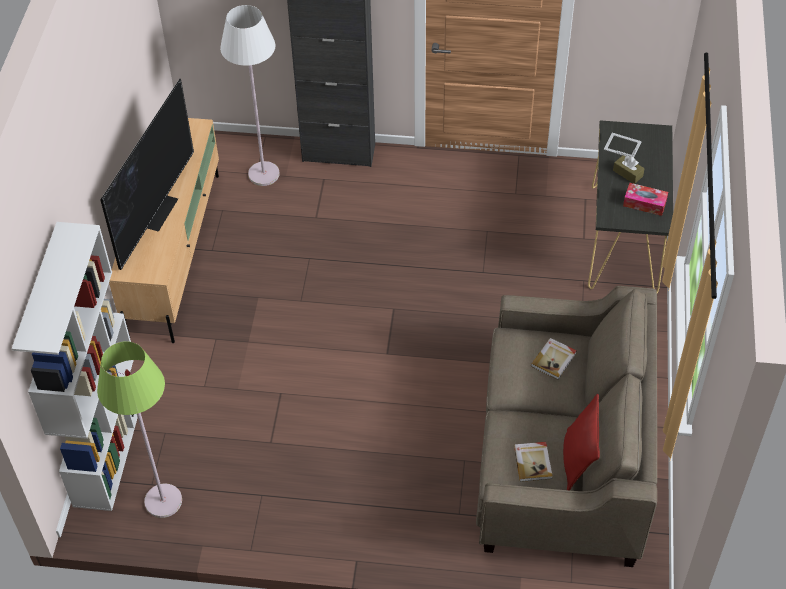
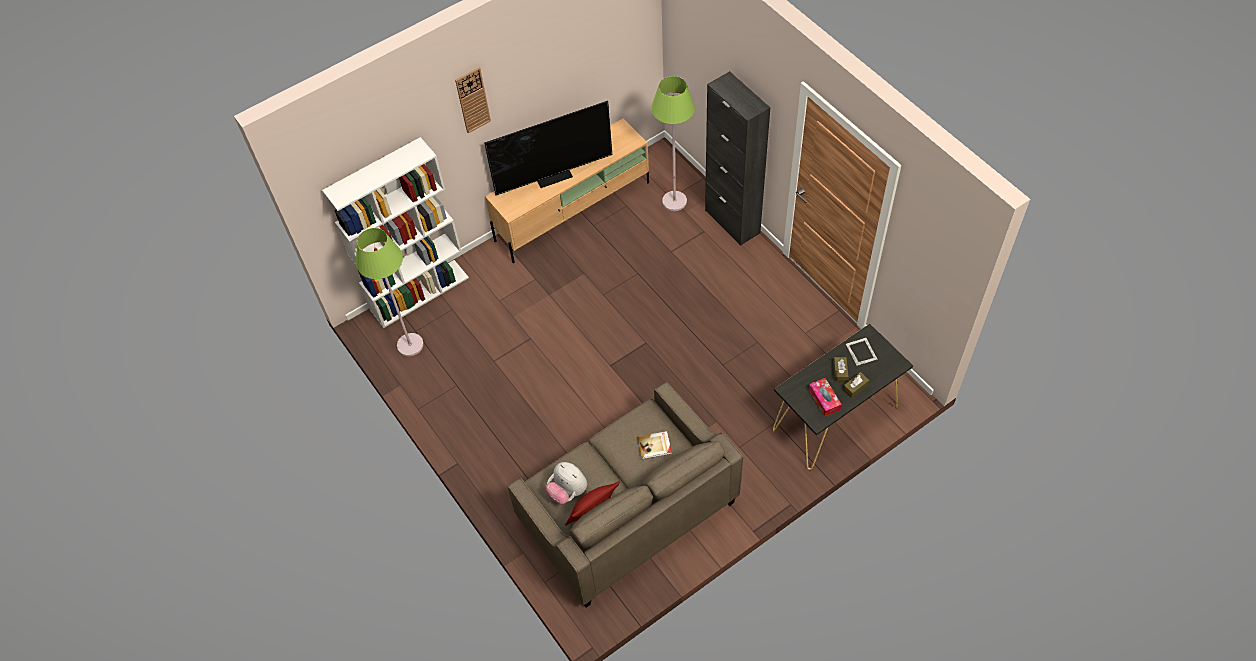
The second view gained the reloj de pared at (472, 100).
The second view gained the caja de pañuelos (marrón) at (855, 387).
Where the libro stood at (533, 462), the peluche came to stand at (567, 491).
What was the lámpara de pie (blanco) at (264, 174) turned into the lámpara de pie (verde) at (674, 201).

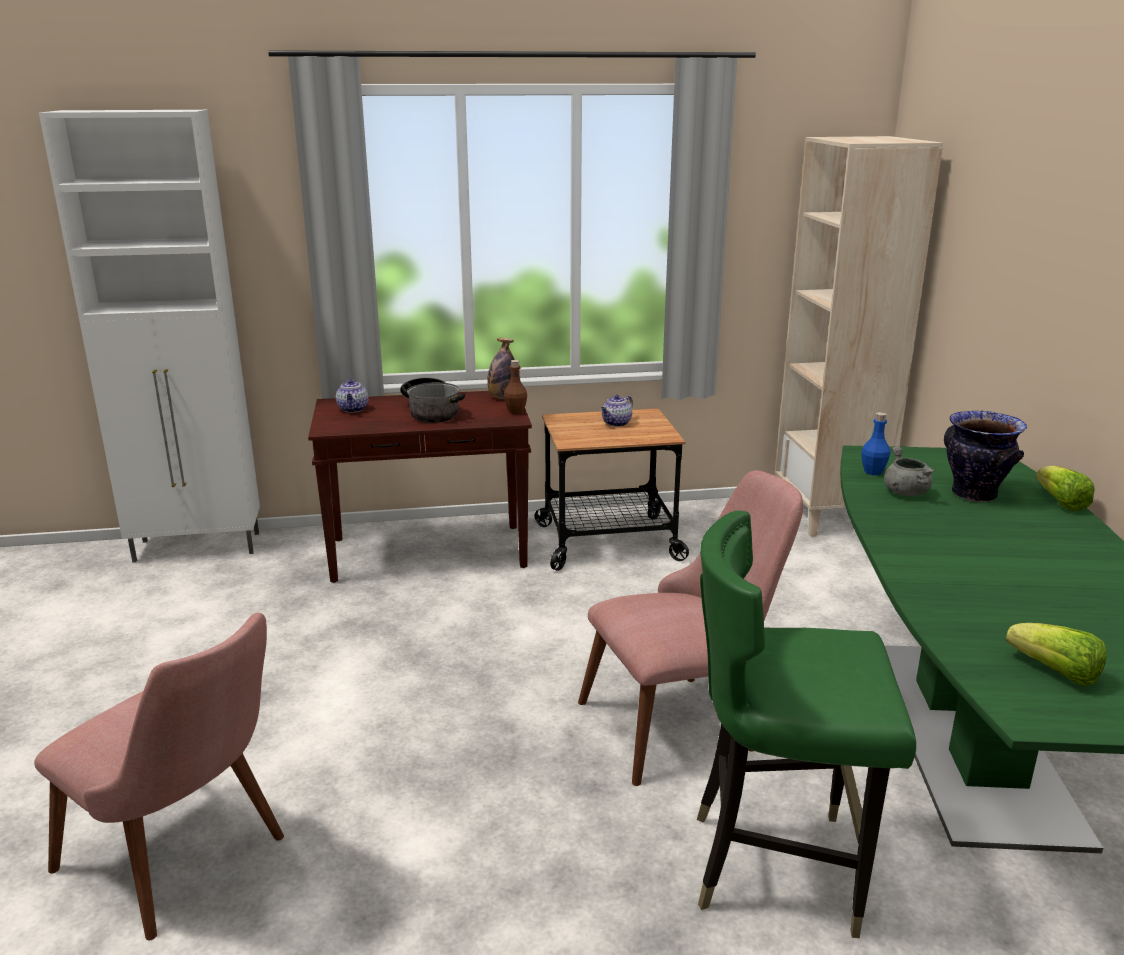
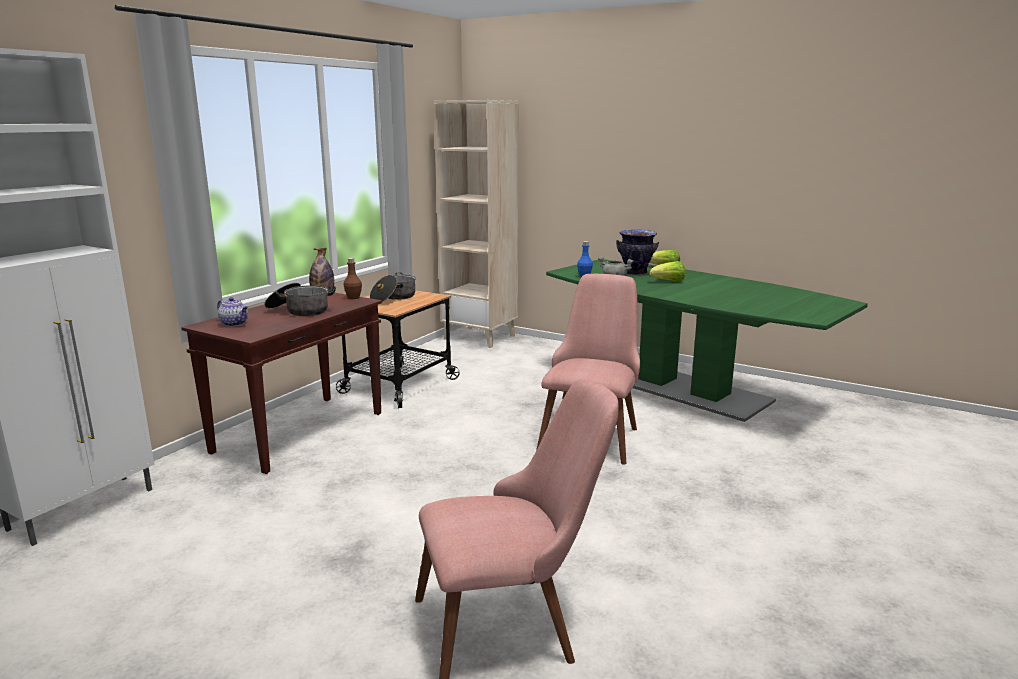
The second view lost the silla (verde) at (777, 866).
The lechuga ended up elsewhere, having gone from (1055, 673) to (668, 282).
Where the tetera stood at (616, 423), the olla came to stand at (393, 298).

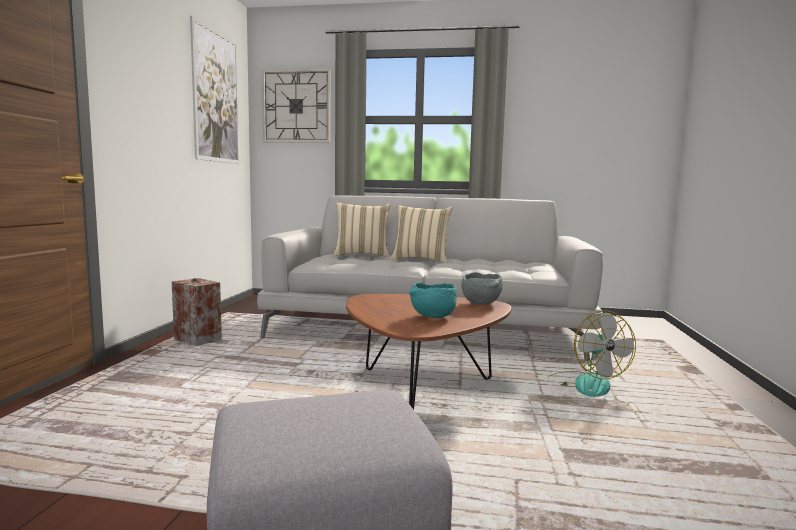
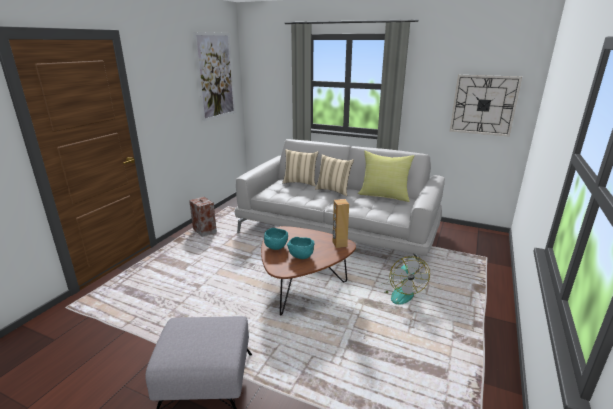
The second view gained the cuenco (turquesa) at (276, 247).
The second view gained the cojín (amarillo) at (384, 195).
The reloj de pared ended up elsewhere, having gone from (296, 106) to (483, 105).
Where the cuenco (gris) stood at (482, 304), the altavoz (marrón) came to stand at (339, 244).

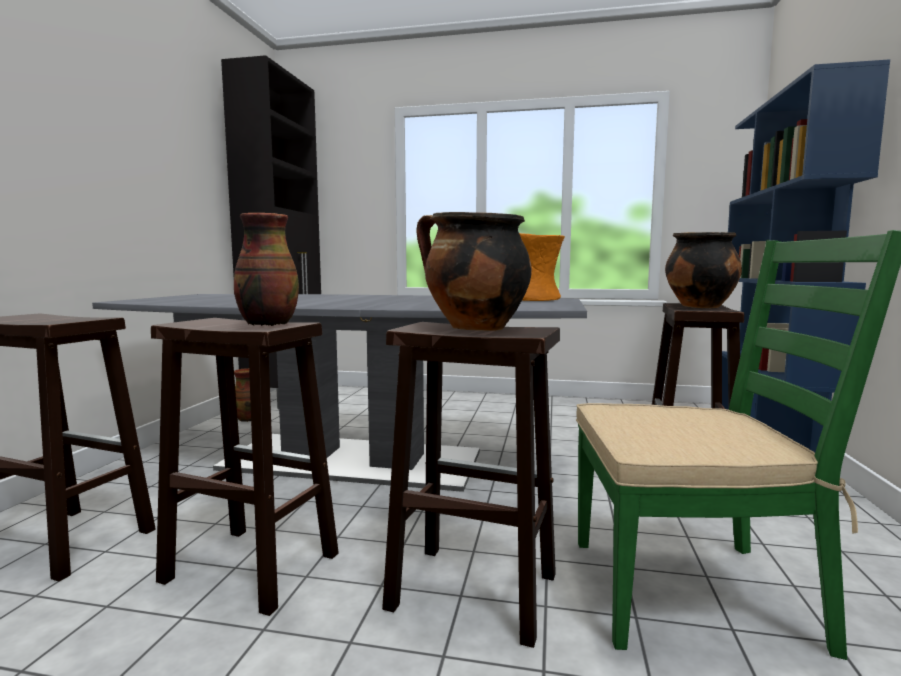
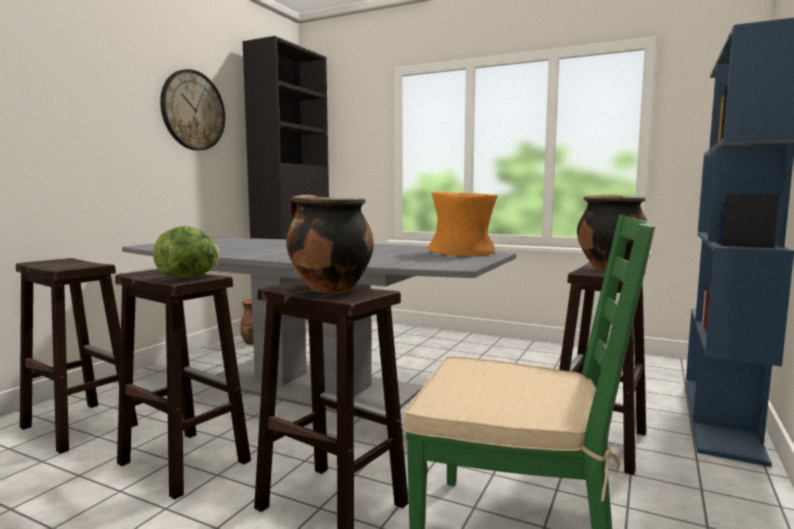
The second view gained the reloj de pared at (193, 110).
Where the florero stood at (267, 324), the lechuga came to stand at (190, 277).

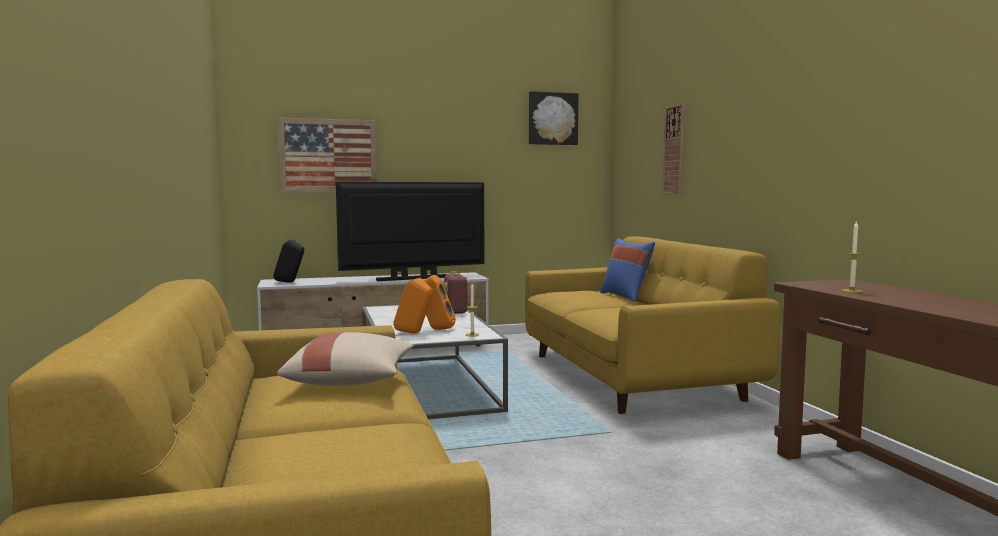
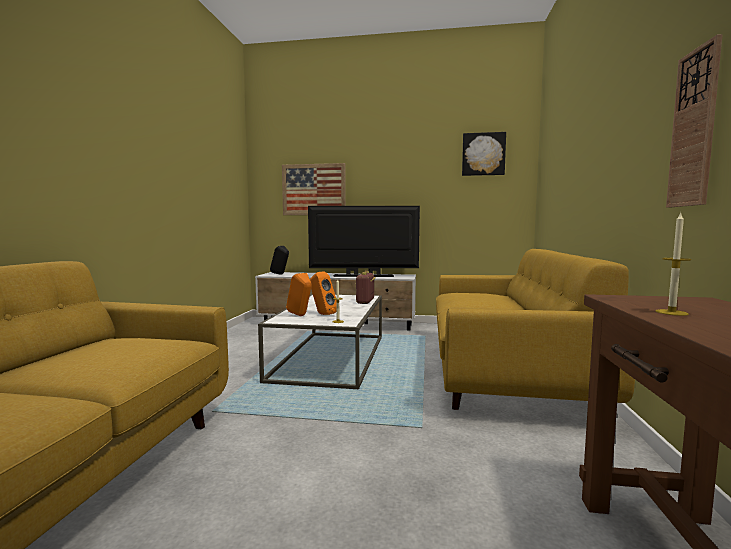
The second view lost the cojín (beis) at (351, 381).
The second view lost the cojín (azul) at (626, 296).
The reloj de pared ended up elsewhere, having gone from (674, 150) to (694, 128).

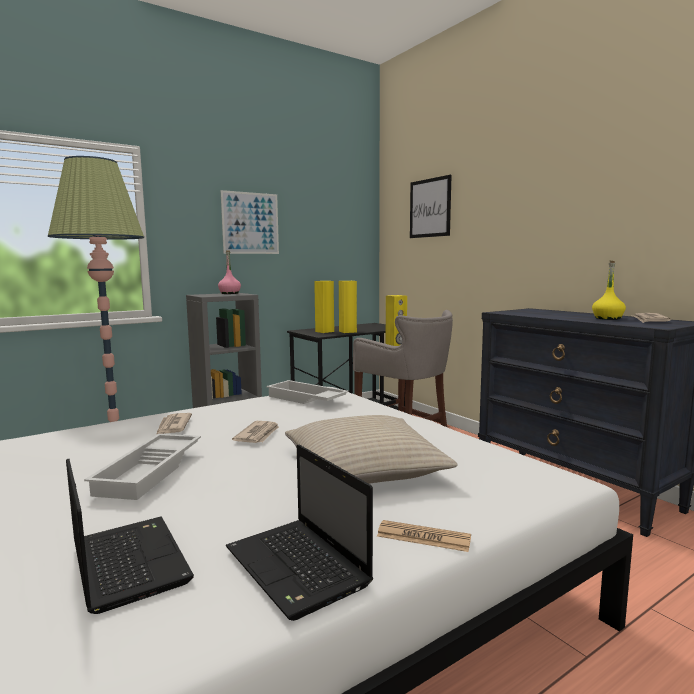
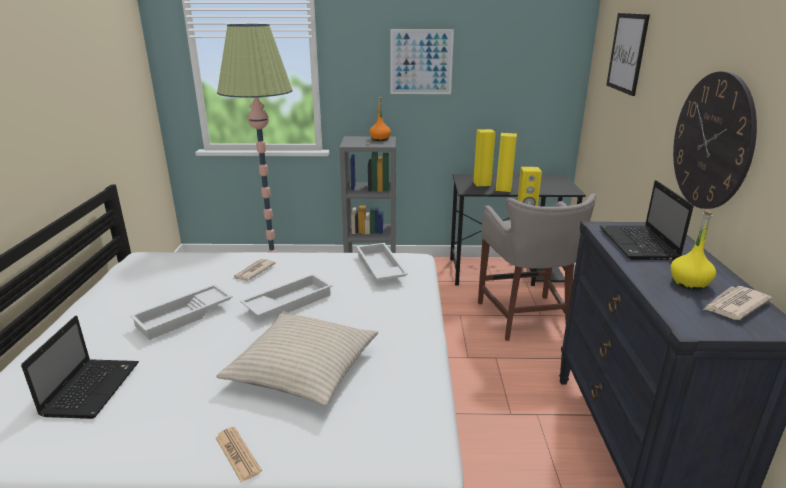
The second view gained the reloj de pared at (712, 141).
The portátil ended up elsewhere, having gone from (299, 568) to (639, 244).
Where the periódico stood at (258, 435), the bandeja (blanco) came to stand at (288, 302).
What was the botella (rosa) at (230, 293) turned into the botella (naranja) at (380, 139).

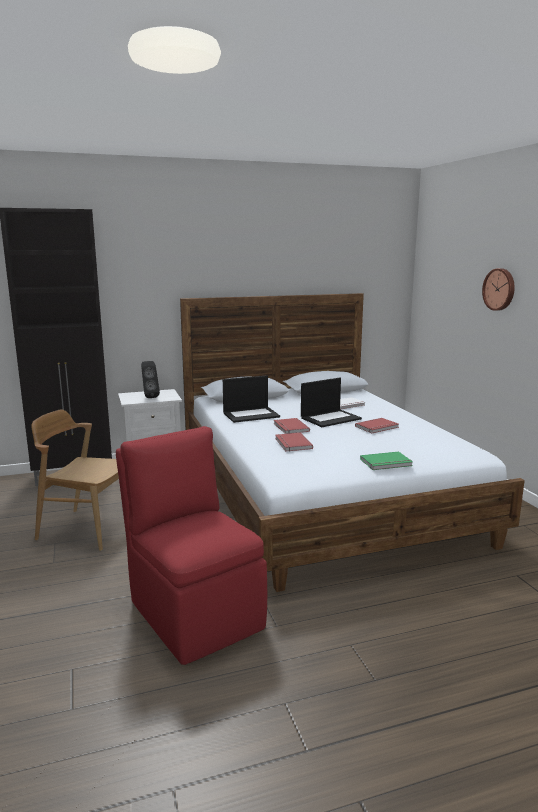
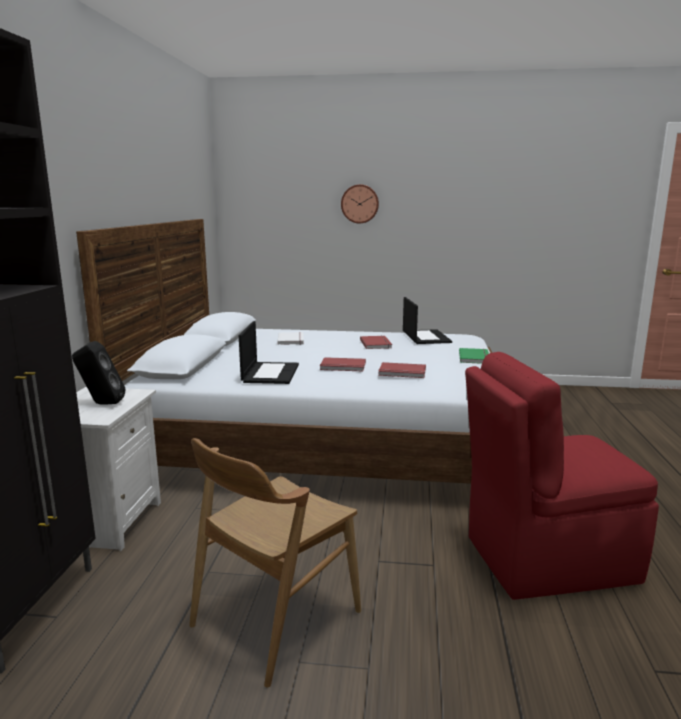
The portátil ended up elsewhere, having gone from (330, 418) to (425, 337).

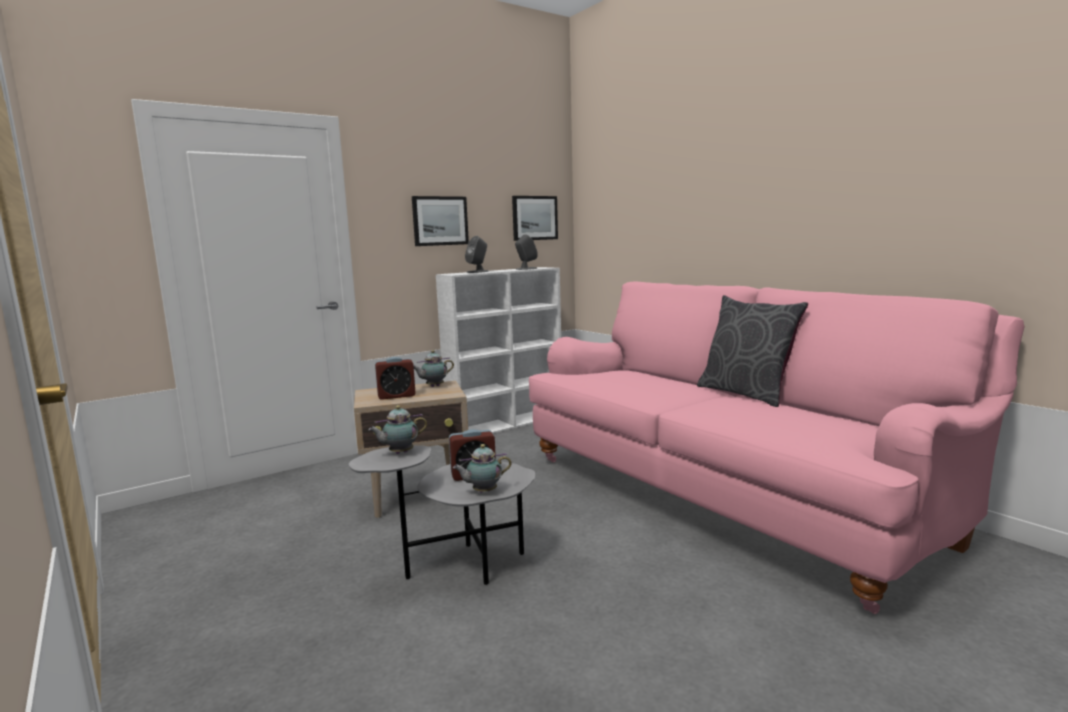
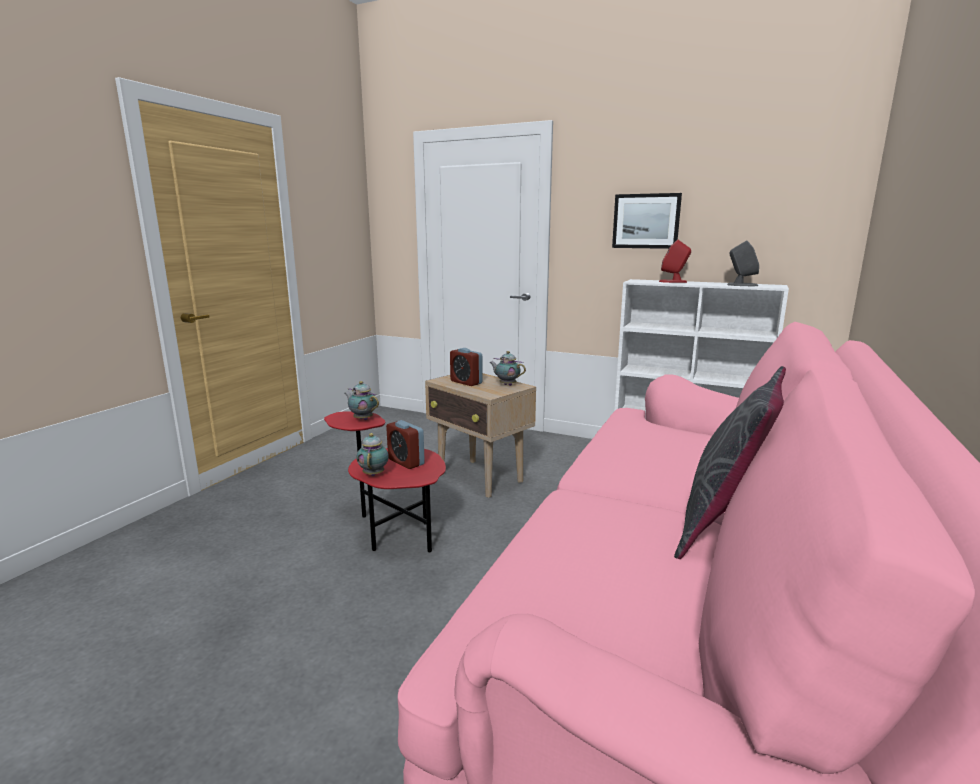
The second view lost the cuadro at (534, 218).
What was the mesa auxiliar (gris) at (460, 567) turned into the mesa auxiliar (rojo) at (390, 531).
What was the altavoz (gris) at (477, 272) turned into the altavoz (rojo) at (673, 281).
The tetera at (483, 492) ended up facing another way, 45 degrees clockwise from before.

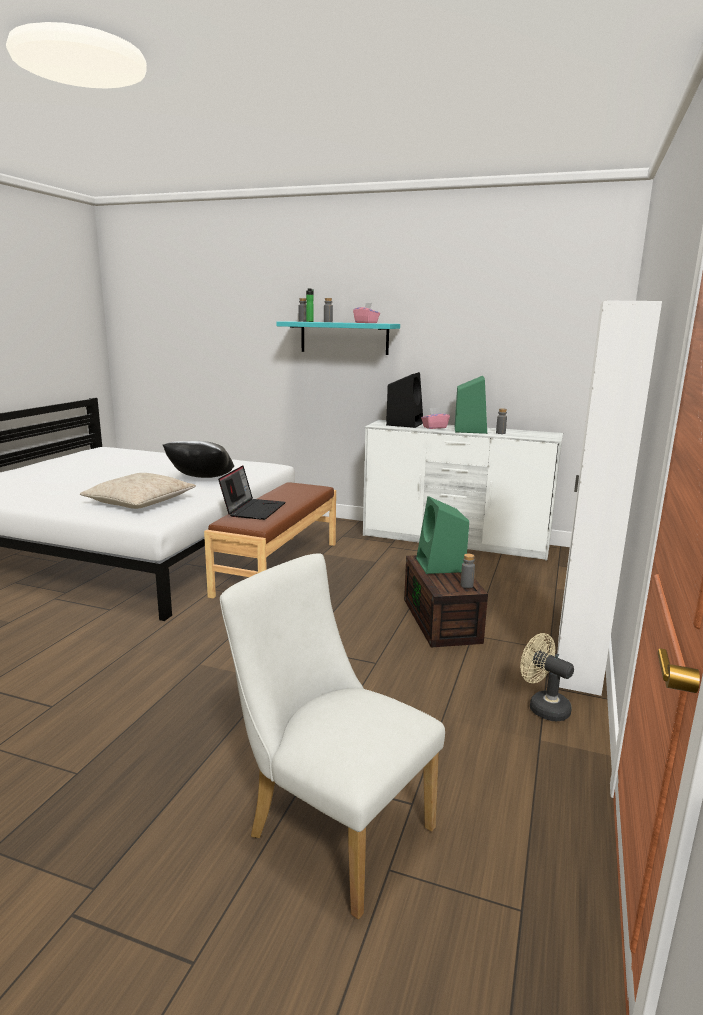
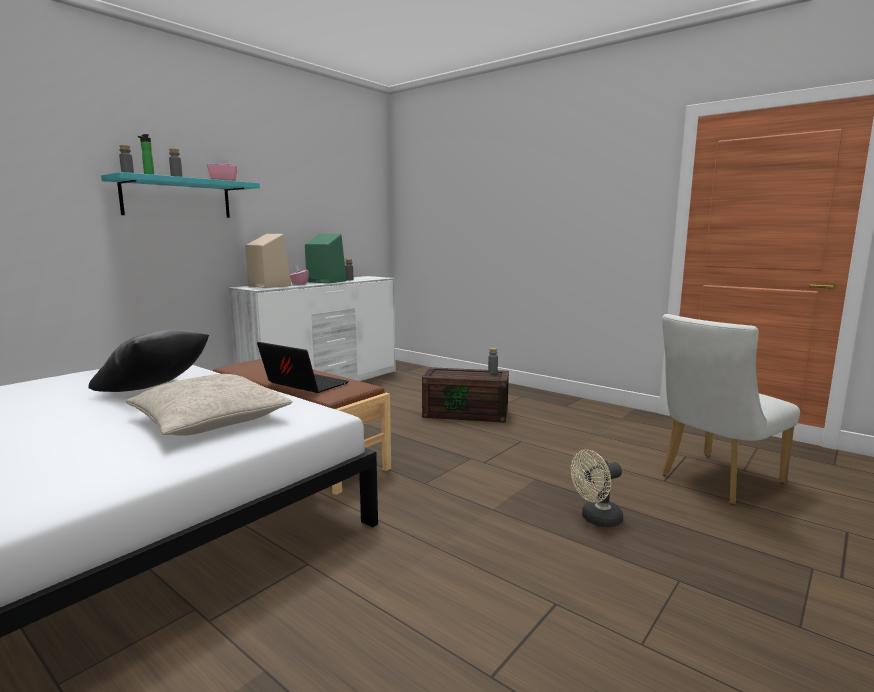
The second view lost the altavoz (verde) at (441, 566).
The second view lost the armario ropero (blanco) at (577, 665).
The ventilador (beis) ended up elsewhere, having gone from (543, 707) to (596, 519).
What was the altavoz (negro) at (405, 424) turned into the altavoz (beis) at (268, 285).

